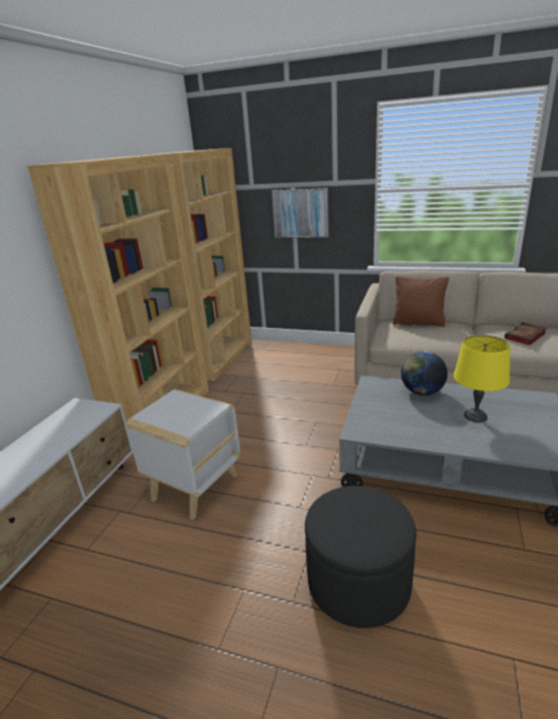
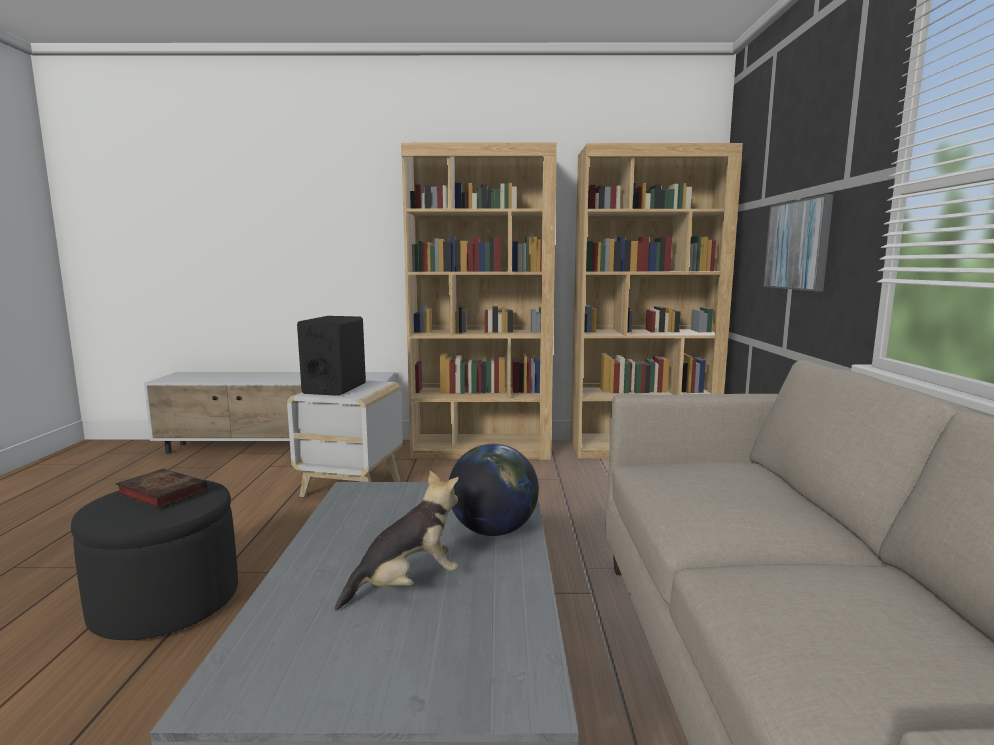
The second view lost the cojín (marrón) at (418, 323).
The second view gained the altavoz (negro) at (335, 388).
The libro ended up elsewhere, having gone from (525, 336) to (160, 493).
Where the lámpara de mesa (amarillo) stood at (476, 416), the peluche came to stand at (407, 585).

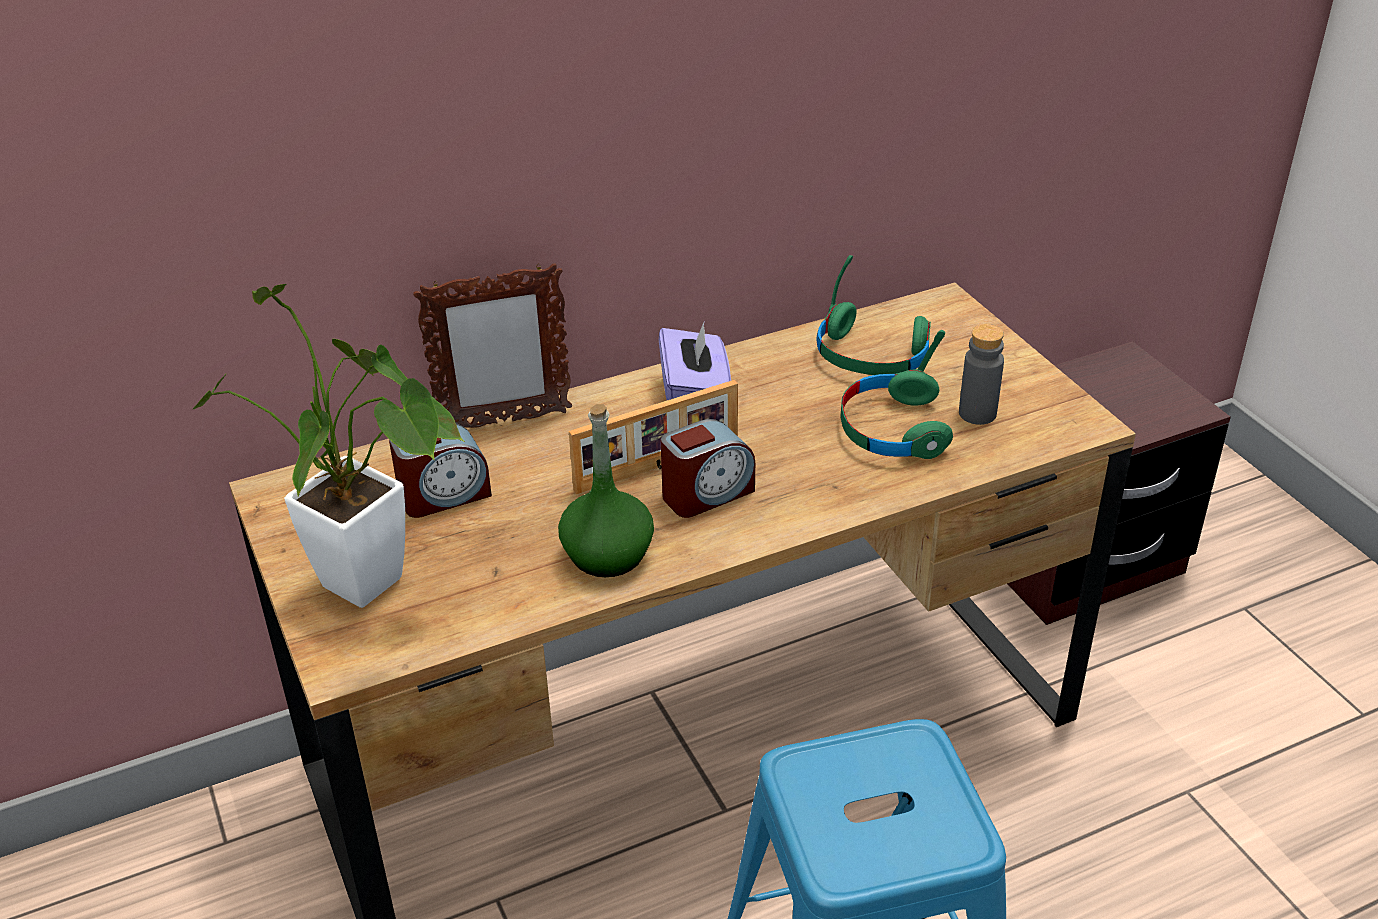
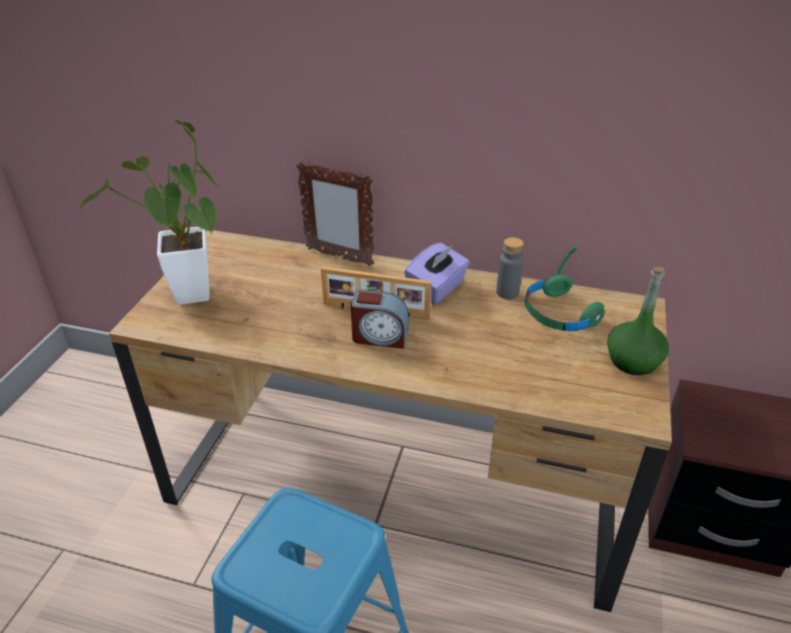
The second view lost the despertador at (444, 495).
The second view lost the auriculares (verde) at (893, 429).
The botella (verde) ended up elsewhere, having gone from (607, 555) to (632, 361).
The botella (gris) ended up elsewhere, having gone from (977, 413) to (507, 292).

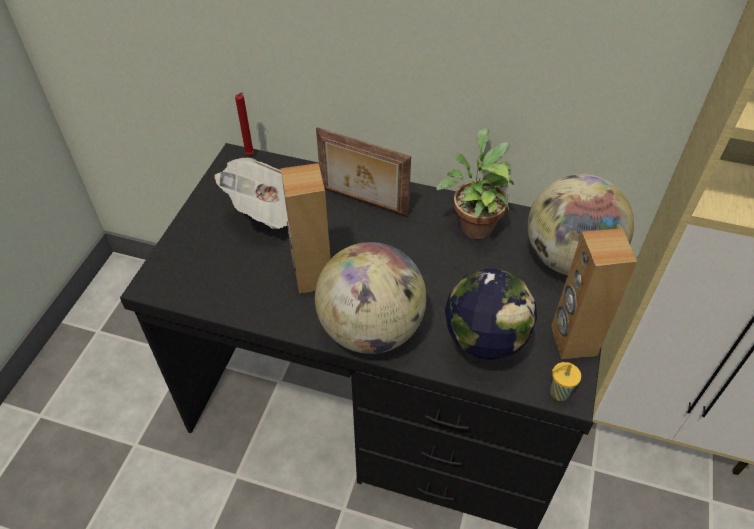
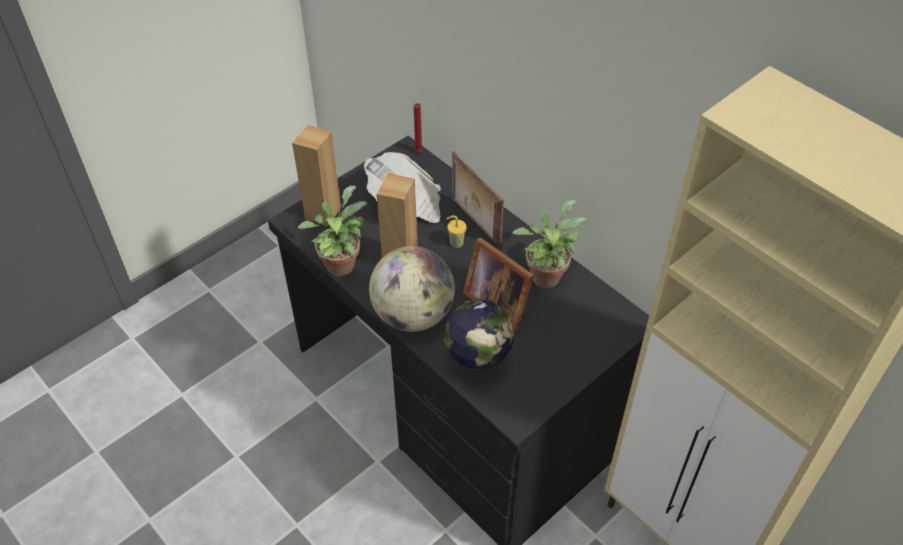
The second view lost the globo terráqueo at (568, 259).
The second view gained the planta en maceta at (340, 262).
The second view gained the portarretratos at (497, 301).
The taza (amarillo) ended up elsewhere, having gone from (558, 393) to (455, 243).
The altavoz (marrón) ended up elsewhere, having gone from (572, 341) to (322, 213).

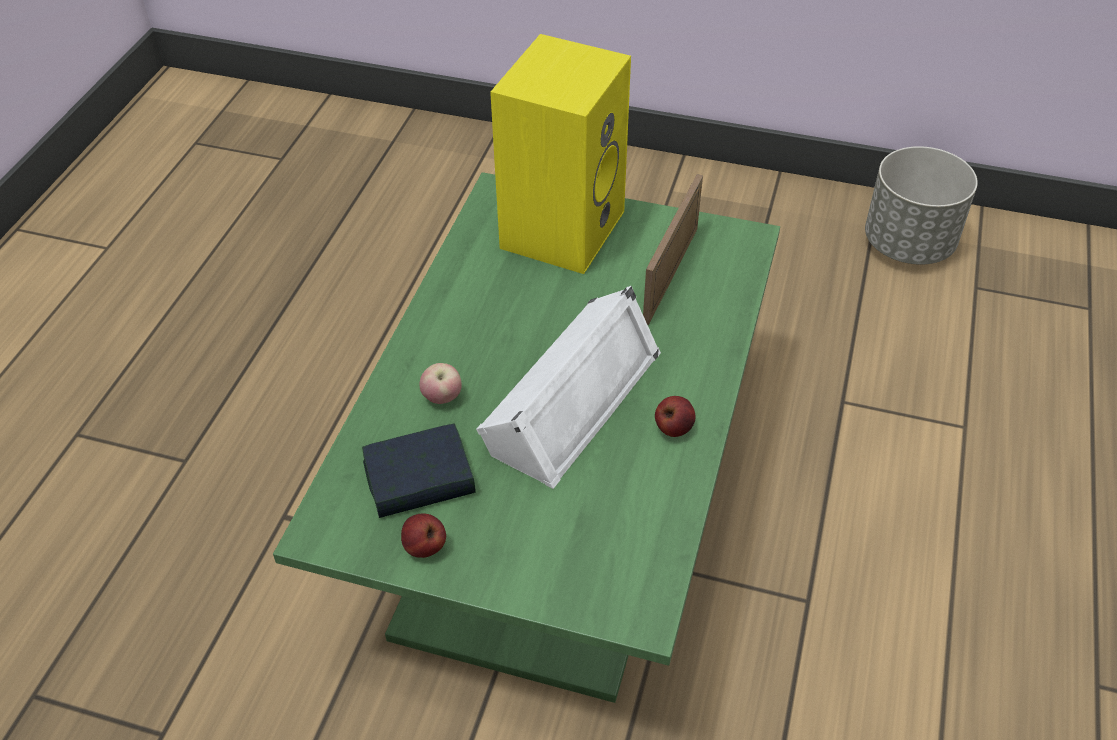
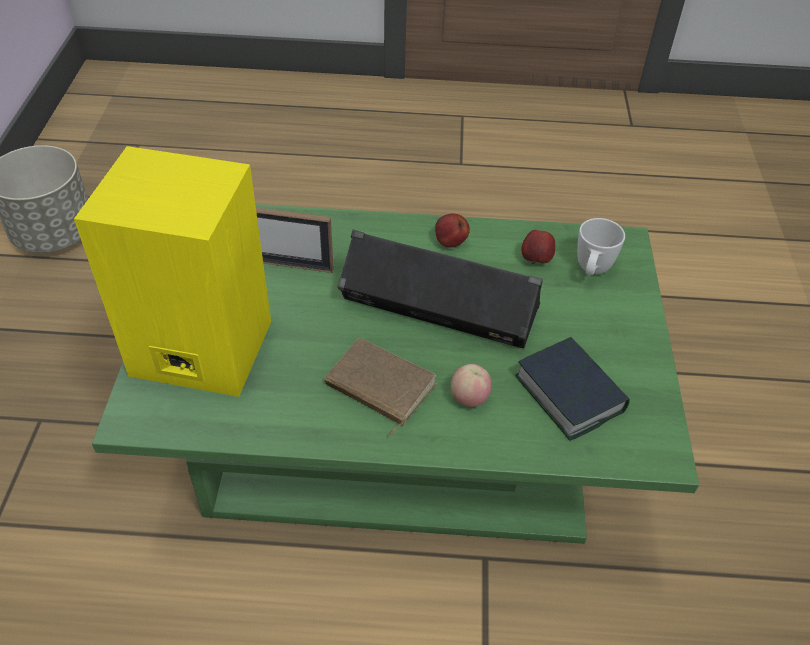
The second view gained the libro (marrón) at (378, 387).
The second view gained the taza grande (blanco) at (591, 271).
The manzana ended up elsewhere, having gone from (424, 547) to (536, 260).
What was the altavoz (blanco) at (569, 398) turned into the altavoz (negro) at (438, 308).

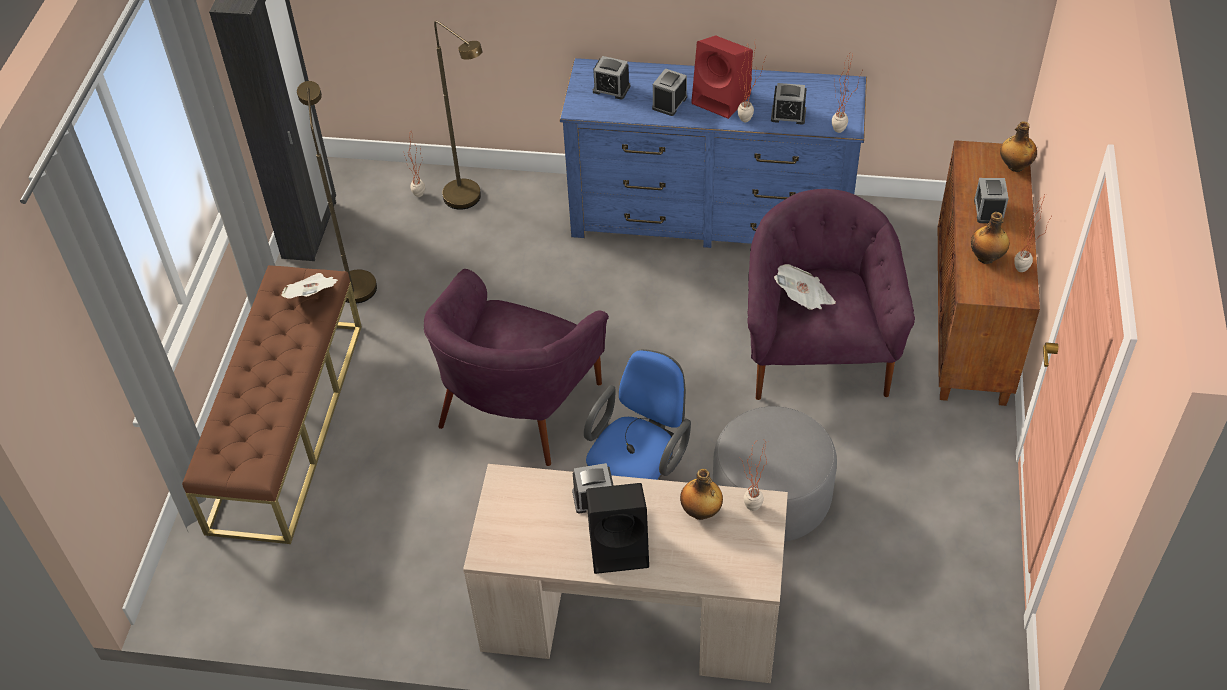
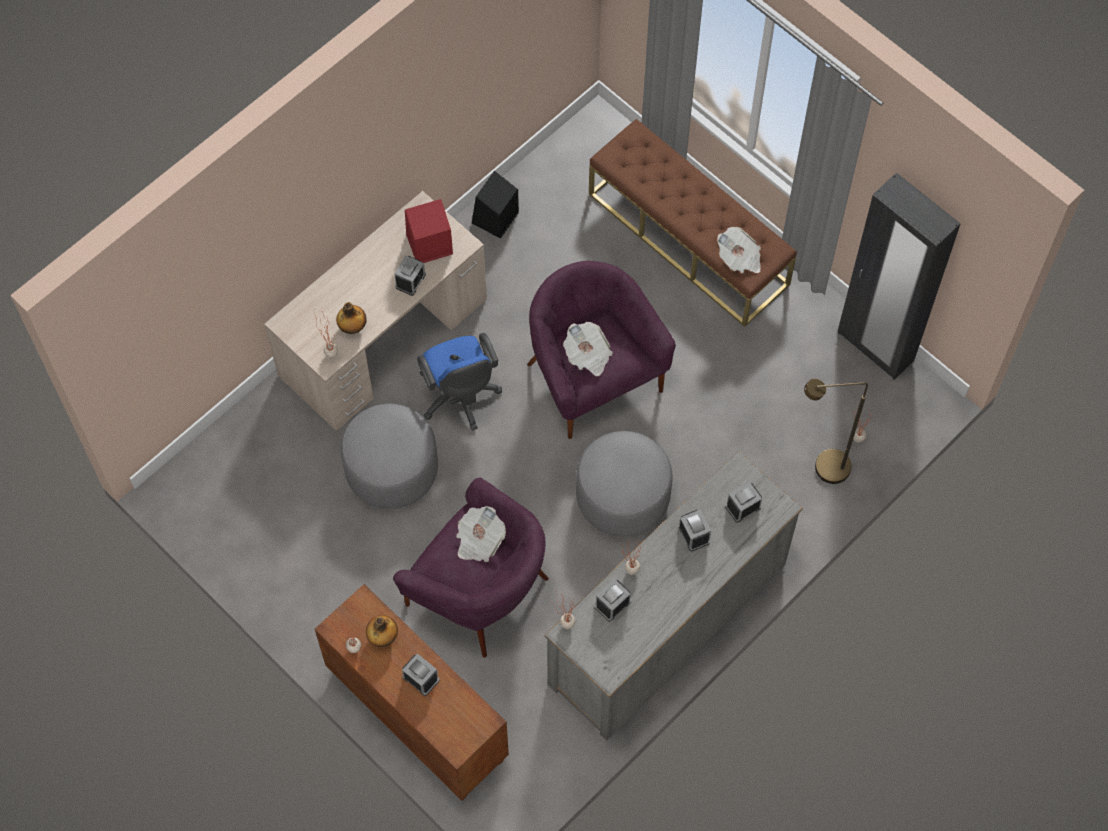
The second view lost the lámpara de pie (marrón) at (354, 280).
The second view lost the botella at (1014, 166).
The second view gained the periódico at (588, 355).
The second view gained the puf (gris) at (623, 497).
The altavoz (negro) ended up elsewhere, having gone from (620, 547) to (494, 219).
The altavoz (rojo) ended up elsewhere, having gone from (722, 99) to (428, 245).
What was the cómoda (azul) at (711, 217) turned into the cómoda (gris) at (667, 624).

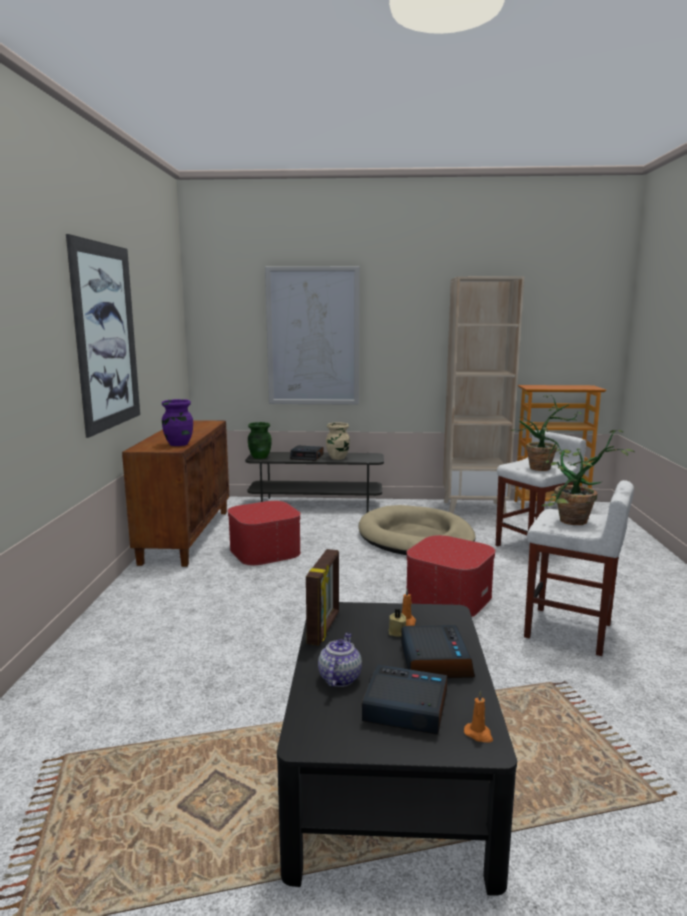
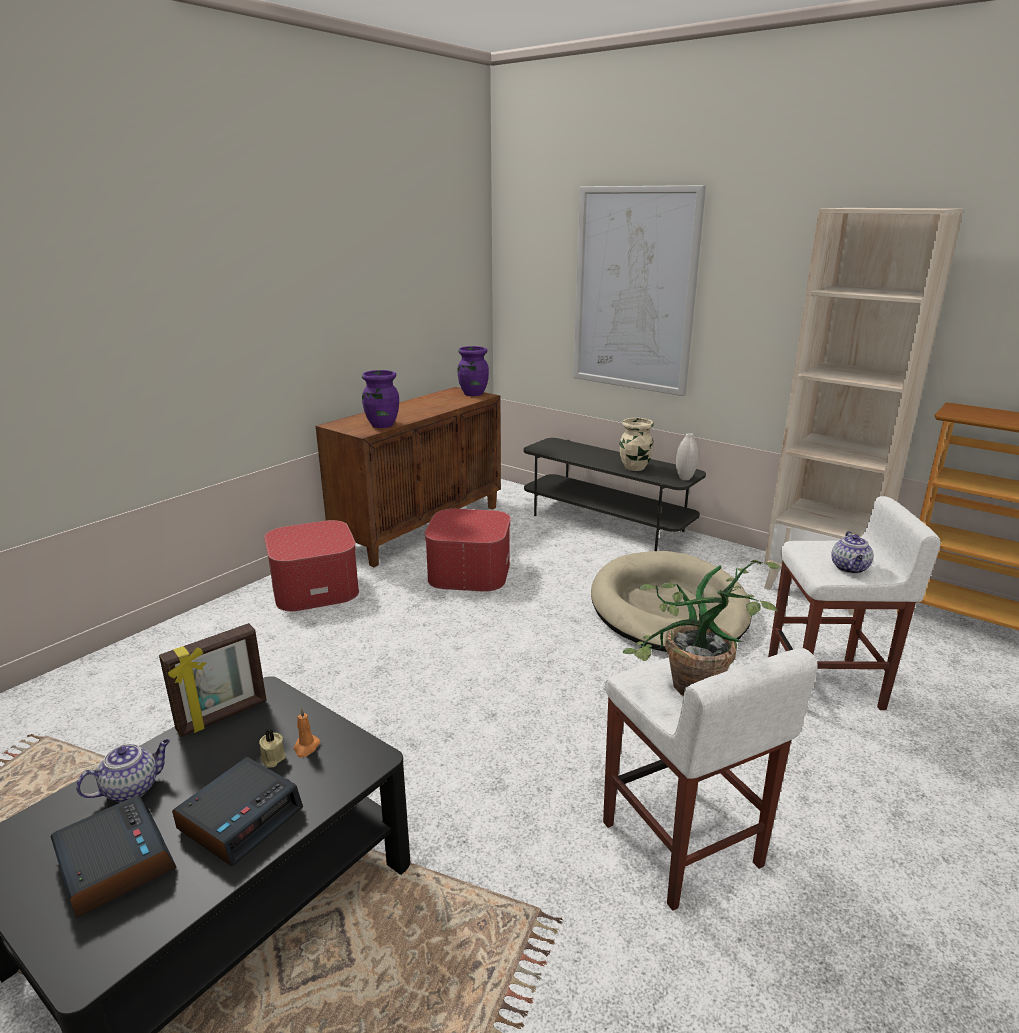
The second view lost the cuadro at (106, 336).
The second view lost the florero (verde) at (259, 457).
The second view lost the despertador at (307, 457).
The second view lost the vela (naranja) at (479, 734).
The second view gained the florero (morado) at (473, 393).
The second view gained the florero (blanco) at (685, 478).
The puf ended up elsewhere, having gone from (448, 597) to (315, 587).
Where the planta en maceta stood at (545, 468), the tetera came to stand at (850, 568).

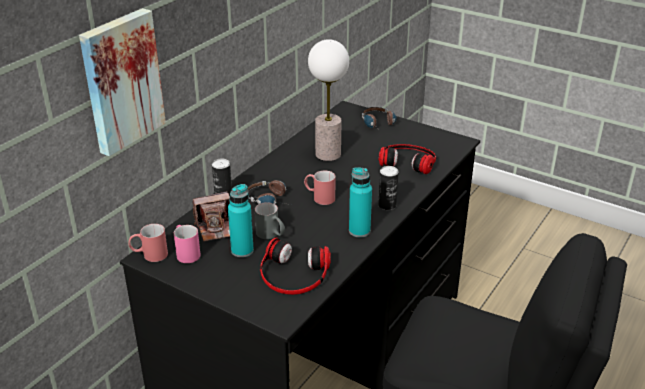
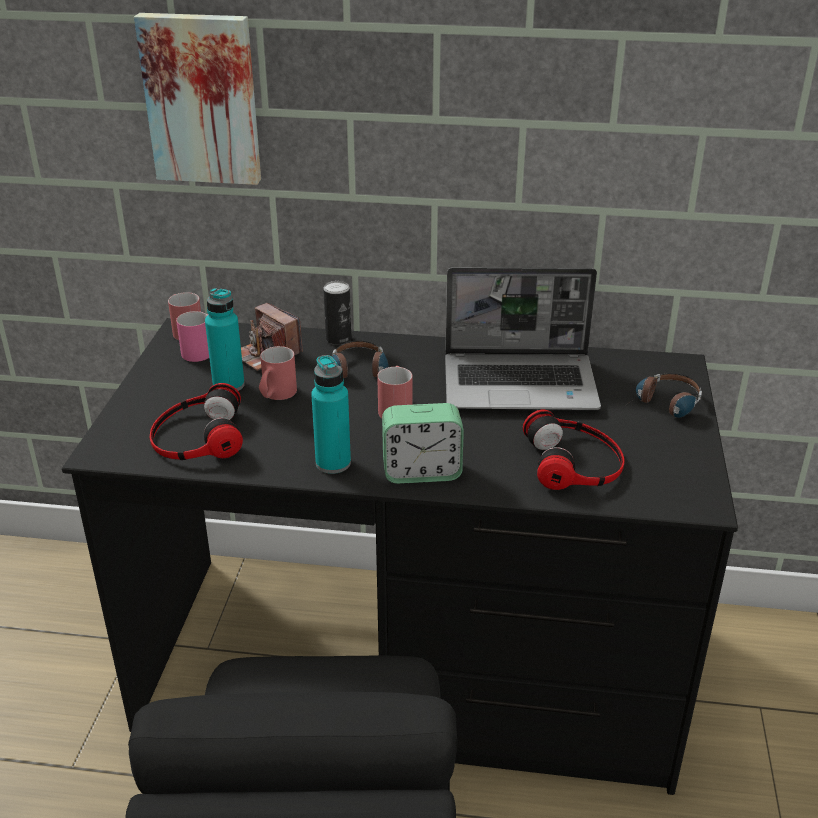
Where the lámpara de mesa stood at (328, 154), the portátil came to stand at (521, 384).
Where the lata stood at (387, 205), the despertador came to stand at (422, 472).
What was the taza grande (gris) at (271, 235) turned into the taza grande (rojo) at (276, 396).

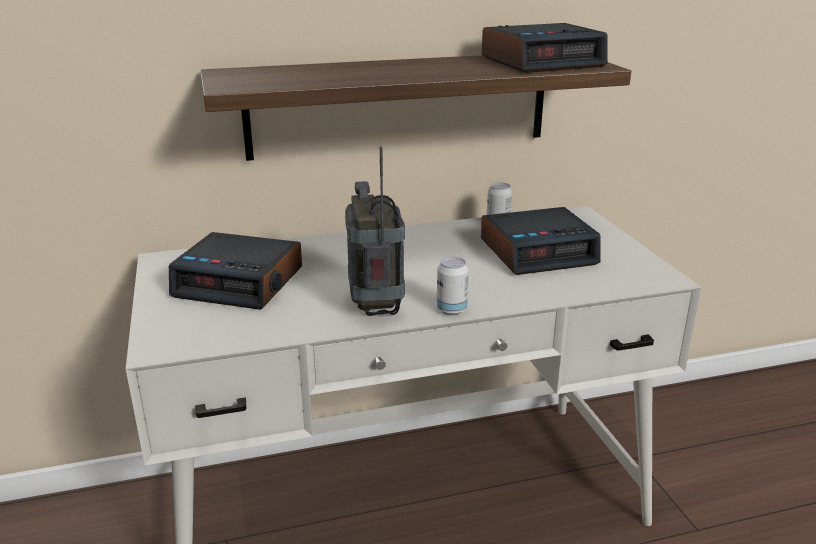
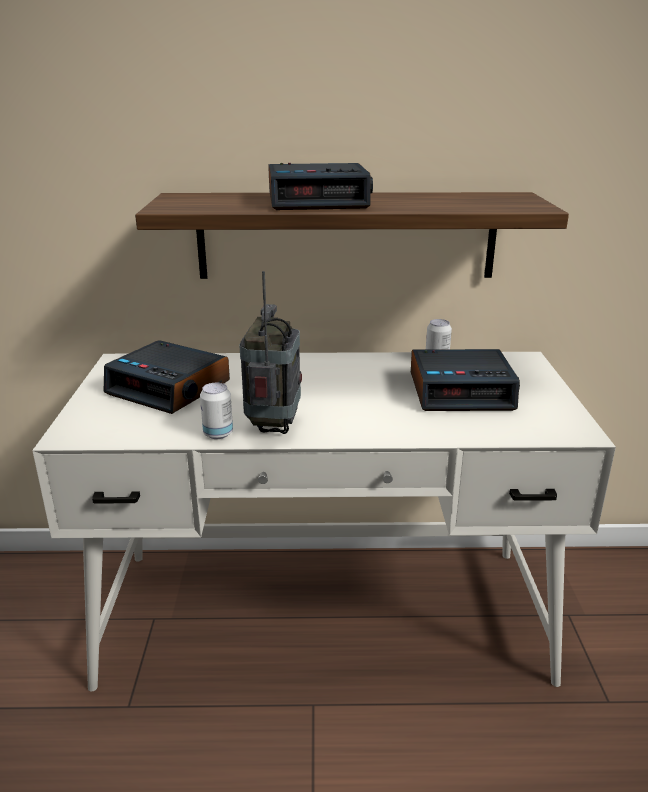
The lata ended up elsewhere, having gone from (451, 310) to (218, 434).
The despertador ended up elsewhere, having gone from (542, 61) to (318, 200).

